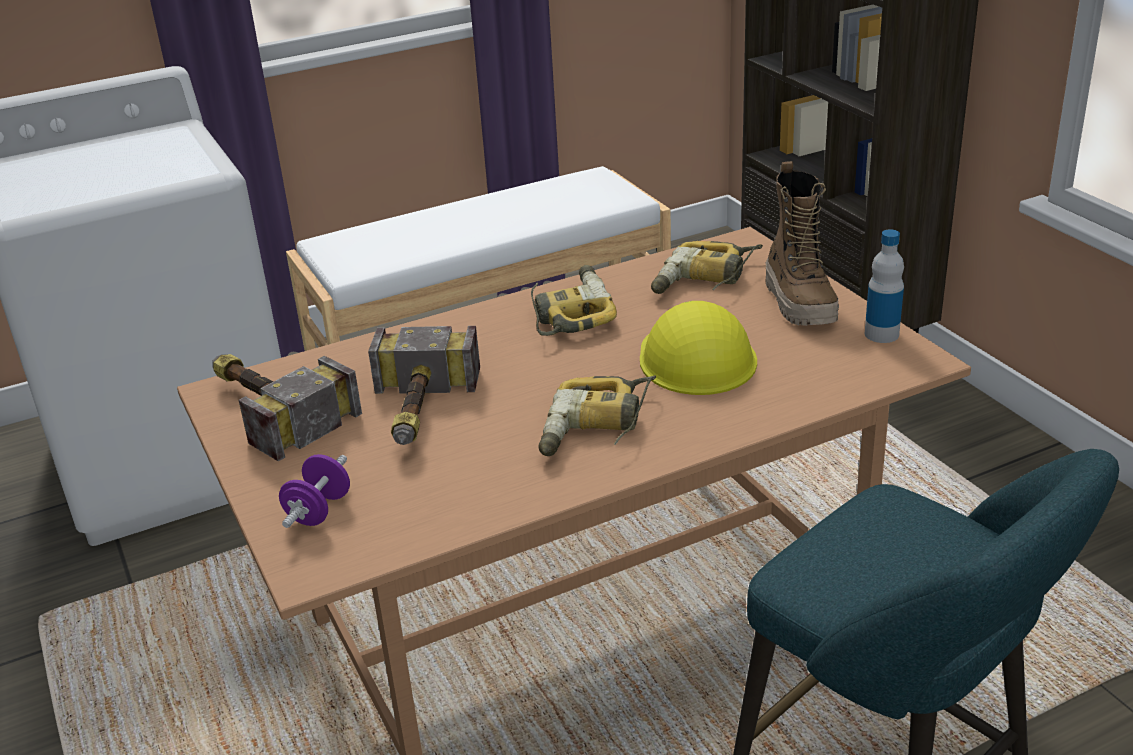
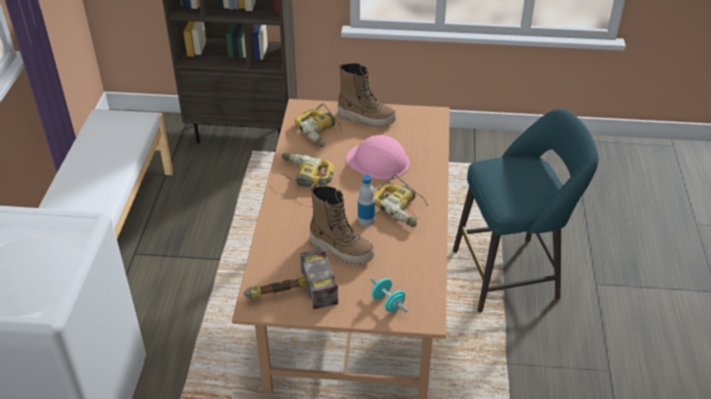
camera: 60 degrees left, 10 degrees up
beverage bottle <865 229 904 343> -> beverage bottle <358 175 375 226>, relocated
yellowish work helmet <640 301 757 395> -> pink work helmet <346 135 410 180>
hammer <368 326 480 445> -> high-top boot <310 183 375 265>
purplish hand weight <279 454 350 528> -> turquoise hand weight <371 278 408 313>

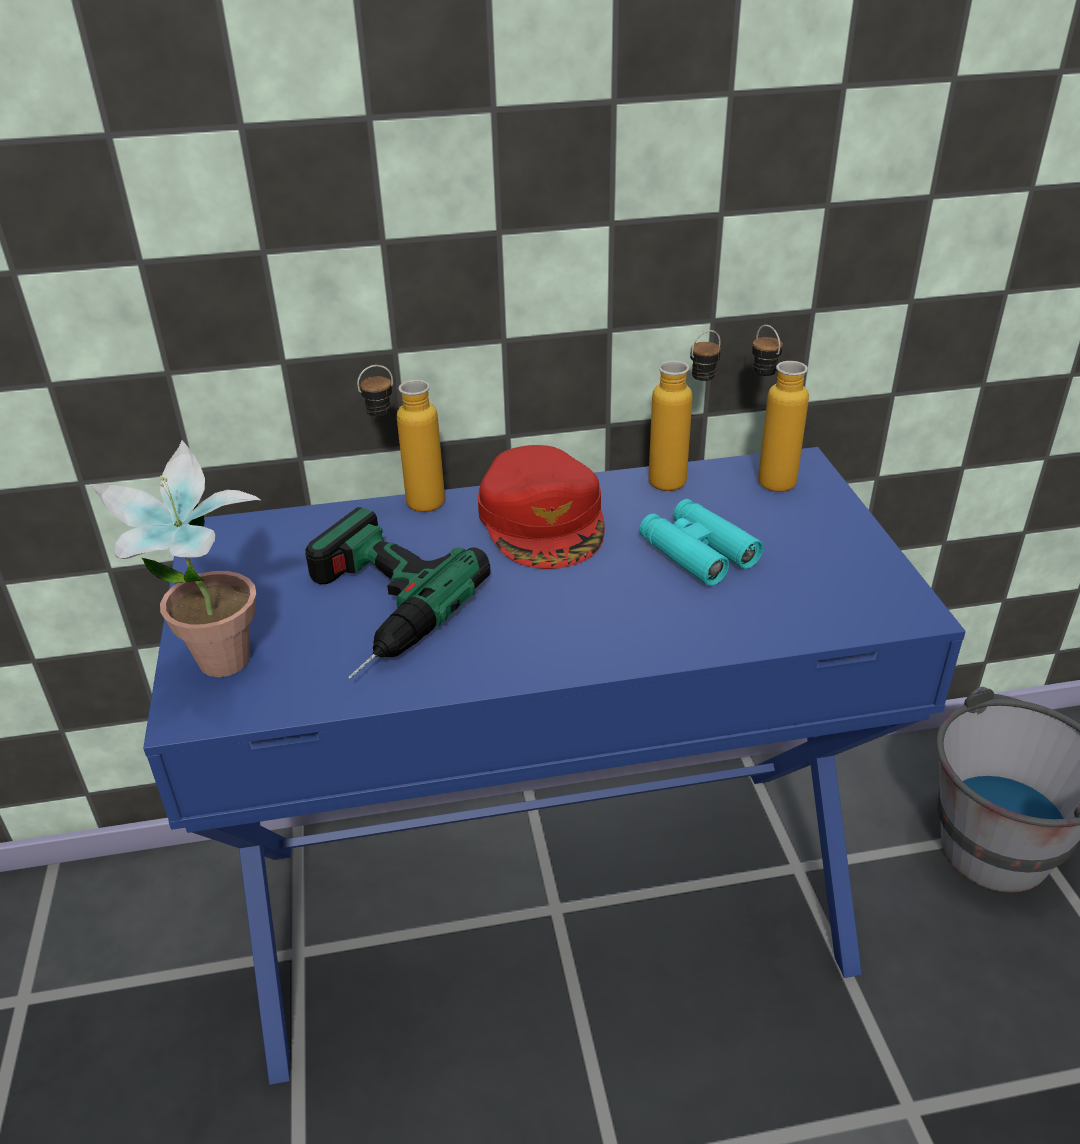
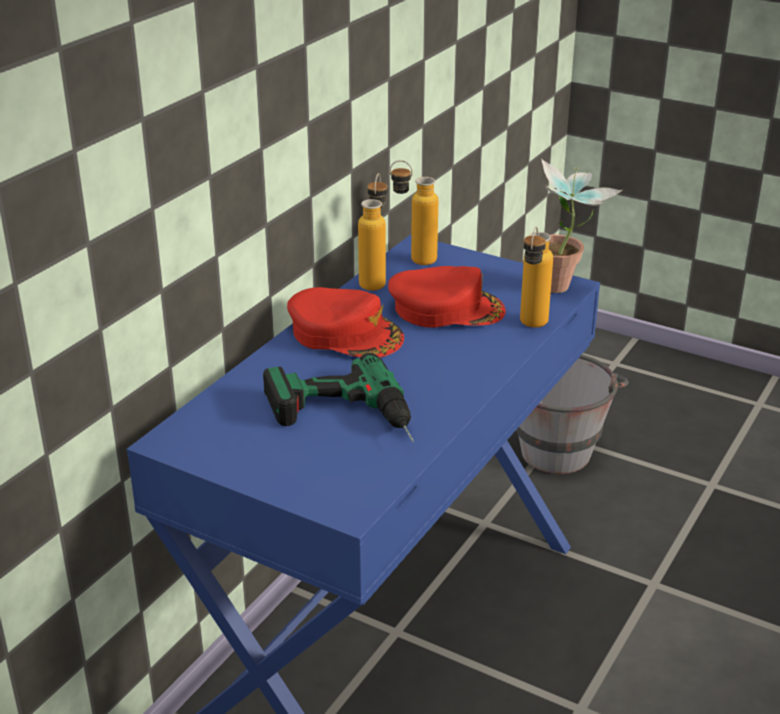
camera: 50 degrees left, 5 degrees down
beverage bottle <357 365 445 512> -> beverage bottle <520 227 553 328>, relocated
potted plant <91 440 262 677> -> potted plant <542 159 622 293>, relocated
turquoise field glasses <639 499 763 586> -> red baseball cap <388 266 506 328>

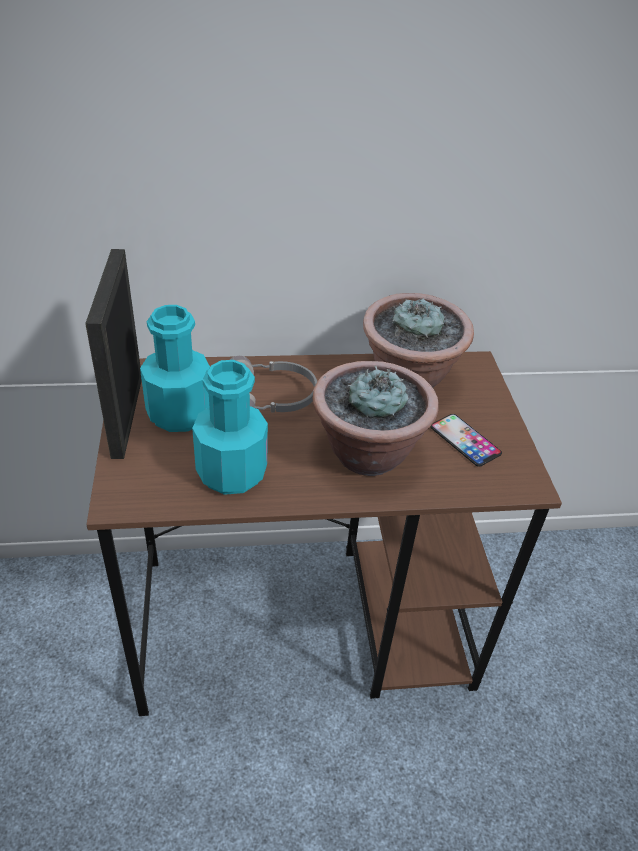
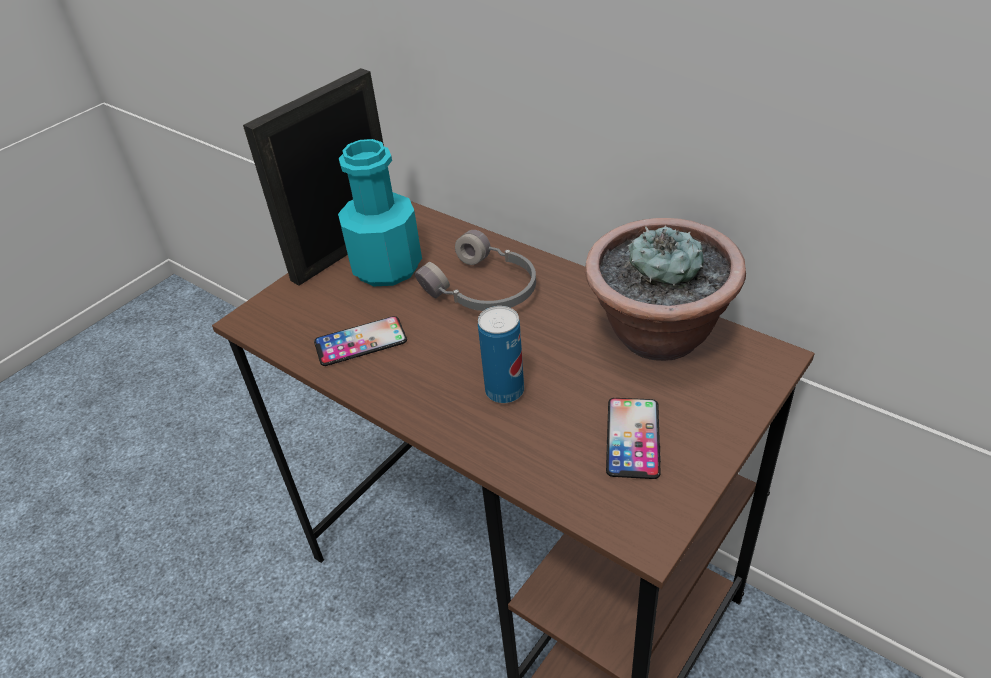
camera: 50 degrees right, 0 degrees up
turquoise beverage bottle <192 360 268 495> -> telephone <314 316 407 366>
potted plant <312 361 439 476> -> sealed can <478 306 524 403>

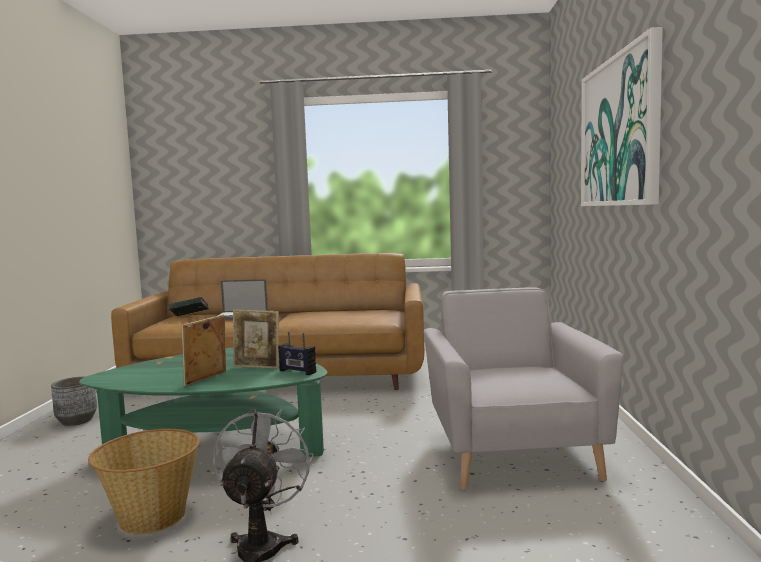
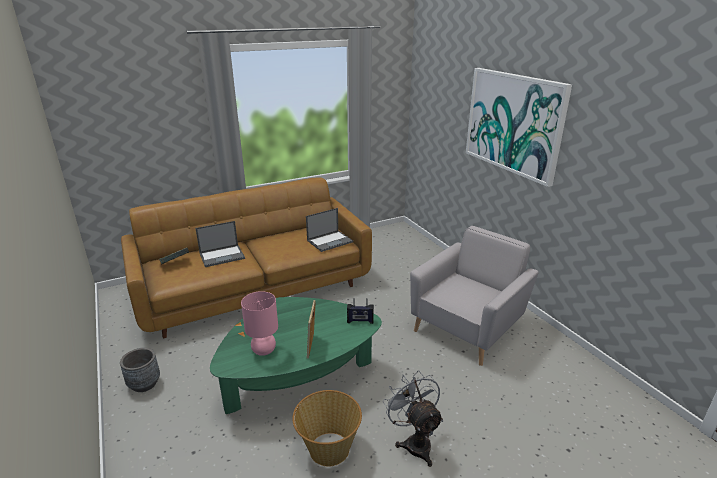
camera: 30 degrees left, 20 degrees up
greyish easy chair <424 287 624 490> -> greyish easy chair <410 226 538 366>, 75 degrees clockwise
photo frame <233 309 279 369> -> none
none -> portable computer <306 208 353 252>
none -> pink lamp for a table <241 291 278 356>

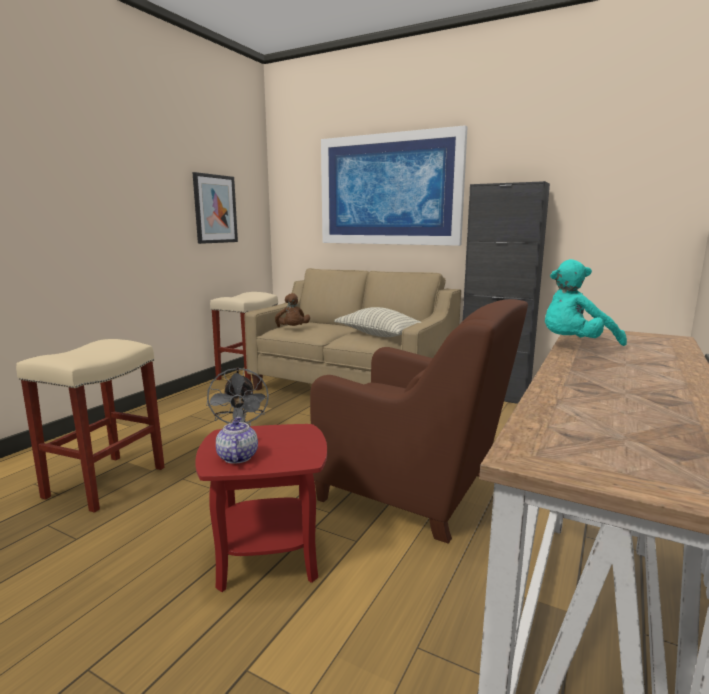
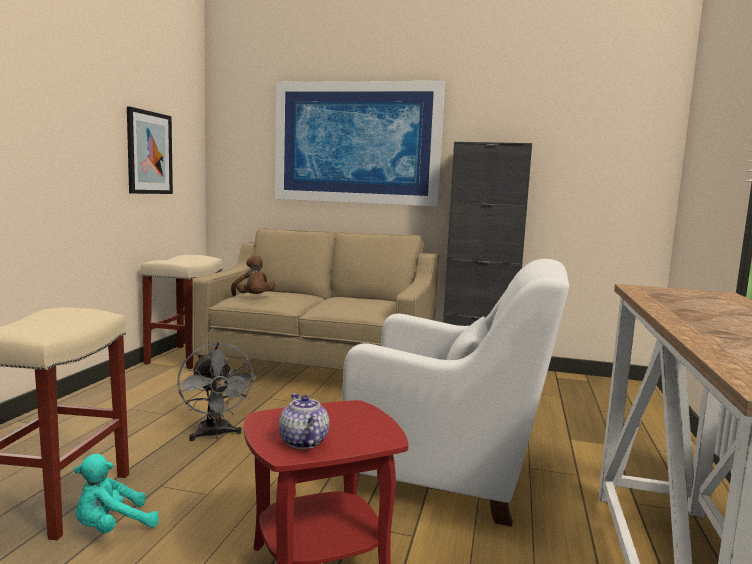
camera: 15 degrees left, 5 degrees down
turquoise plush toy <545 259 627 346> -> turquoise plush toy <74 454 159 533>, relocated
brown easy chair <310 299 528 544> -> white-coloured easy chair <342 259 569 526>
throw pillow <334 307 421 337> -> none

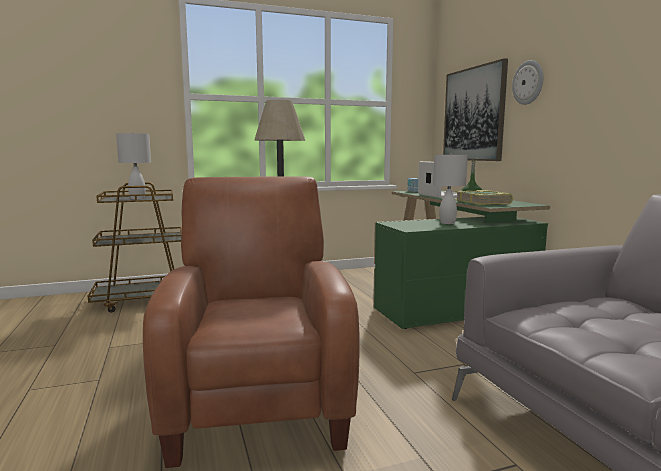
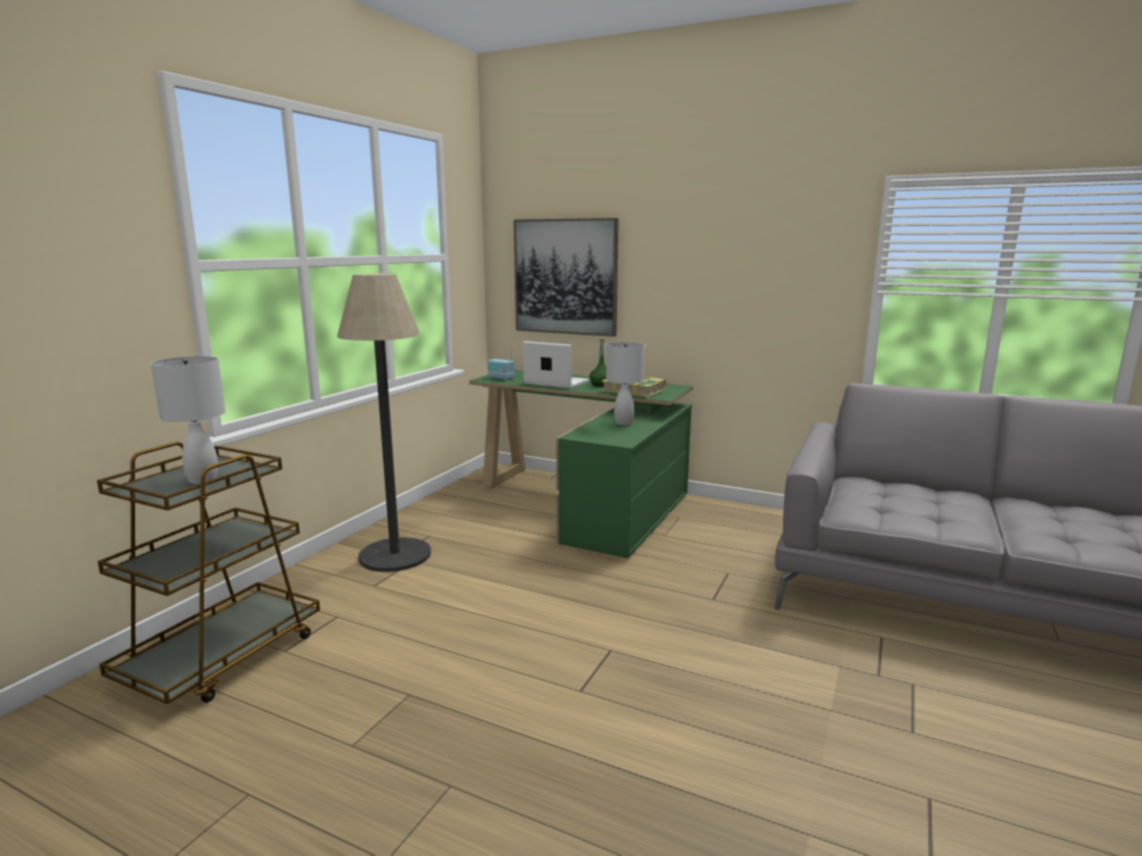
camera: 45 degrees left, 5 degrees up
wall clock <512 60 543 105> -> none
brown easy chair <143 176 360 468> -> none

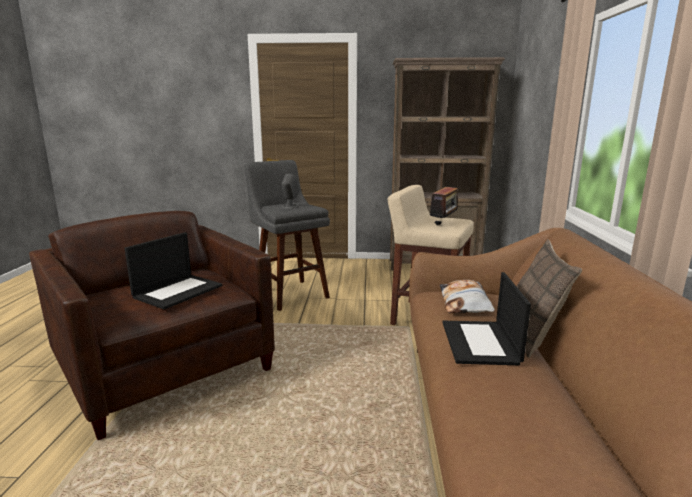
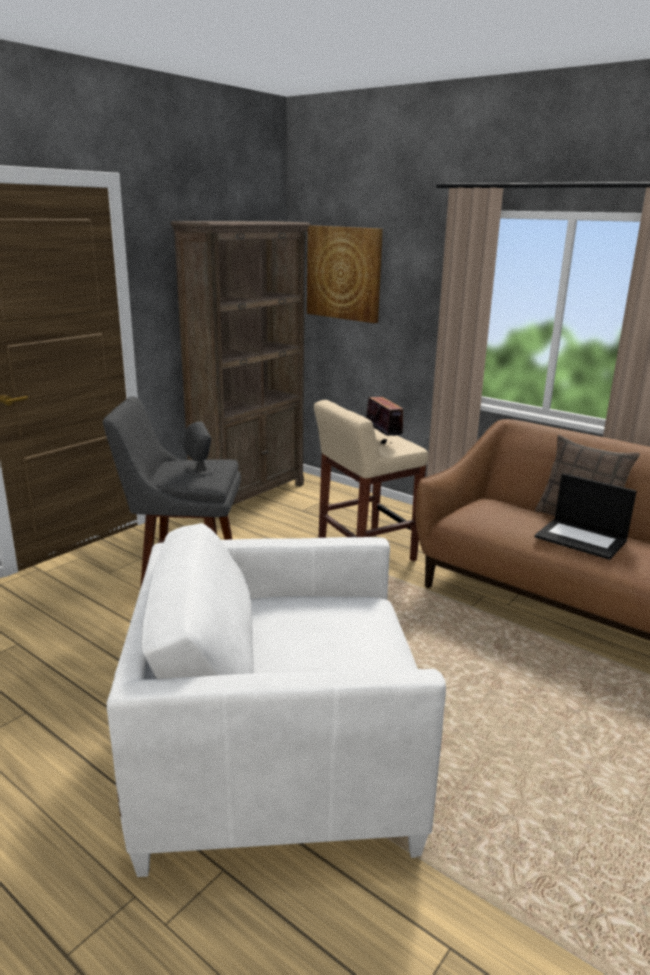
camera: 55 degrees left, 5 degrees up
brown easy chair <29 211 275 440> -> white-coloured easy chair <107 523 446 877>
portable computer <125 232 222 309> -> none
throw pillow <440 280 495 313> -> none
none -> wall picture <307 225 383 323>

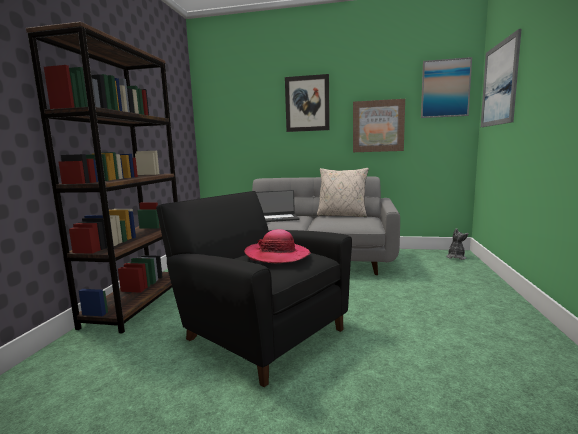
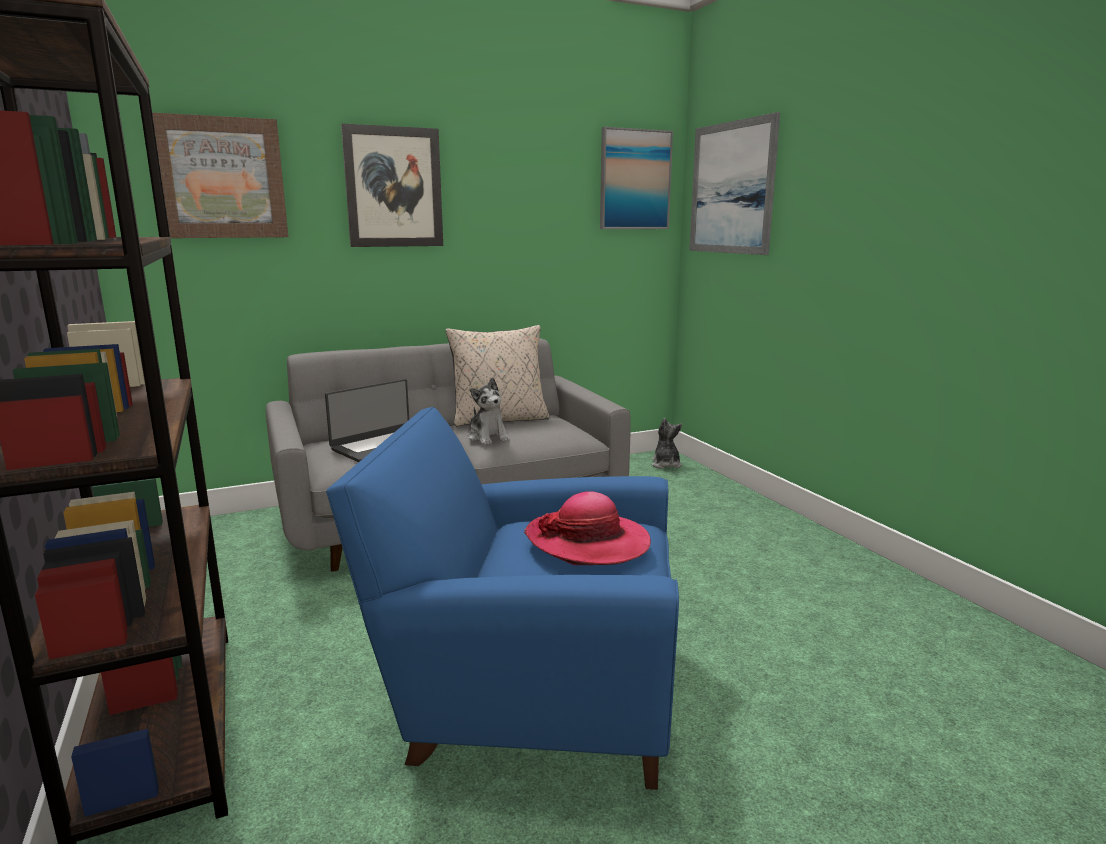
camera: 35 degrees left, 5 degrees up
wall picture <353 99 405 152> -> wall picture <153 113 288 238>, relocated
black-coloured easy chair <156 191 352 387> -> bluish easy chair <326 407 679 790>
none -> plush toy <468 377 510 445>

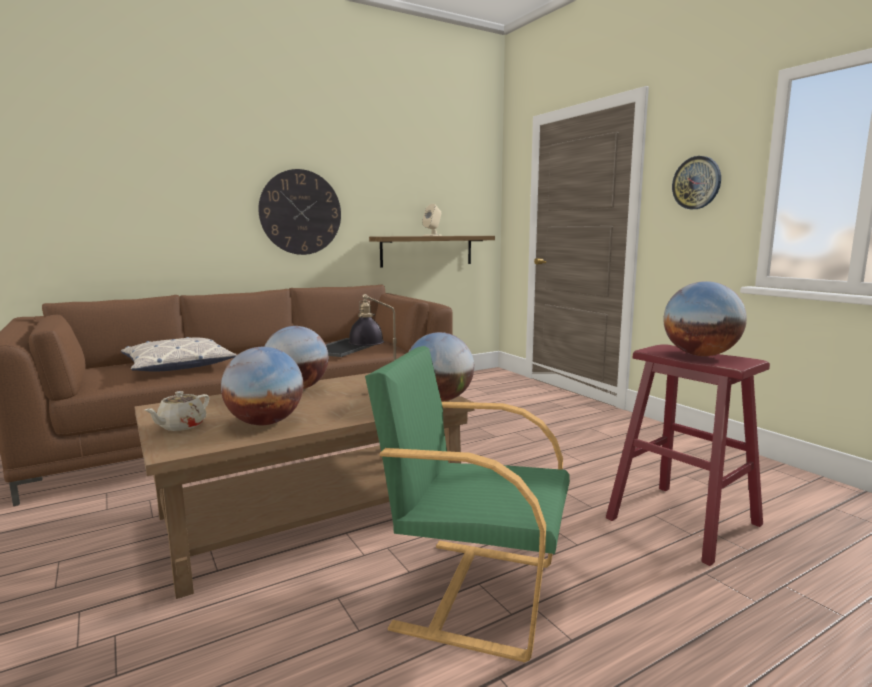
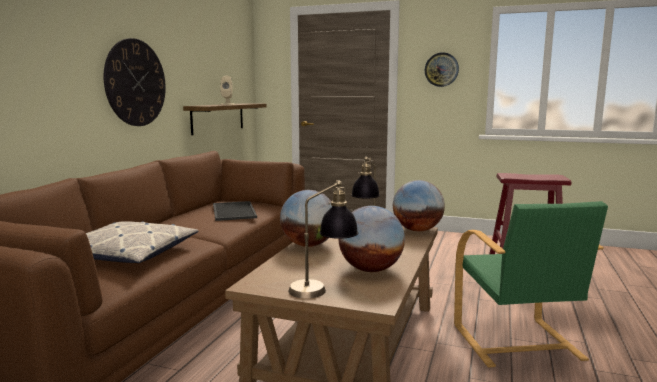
camera: 40 degrees left, 0 degrees up
desk globe <664 281 747 356> -> none
green-coloured easy chair <365 346 570 662> -> green-coloured easy chair <454 201 608 367>, 75 degrees counterclockwise
beige-coloured tea pot <145 391 209 431> -> lamp for a table <288 180 358 299>

